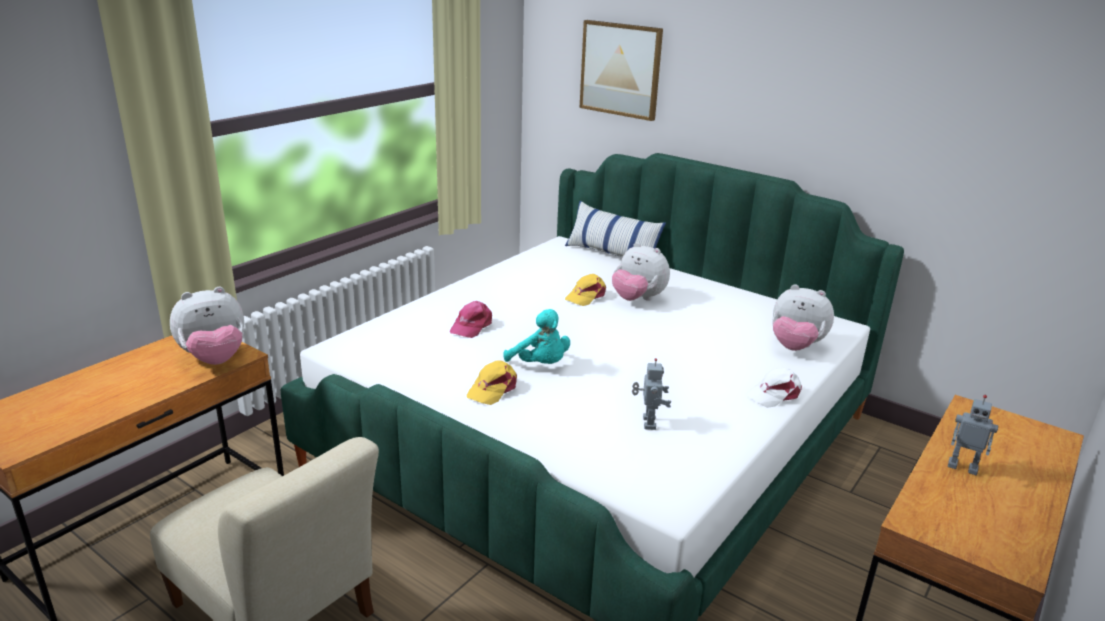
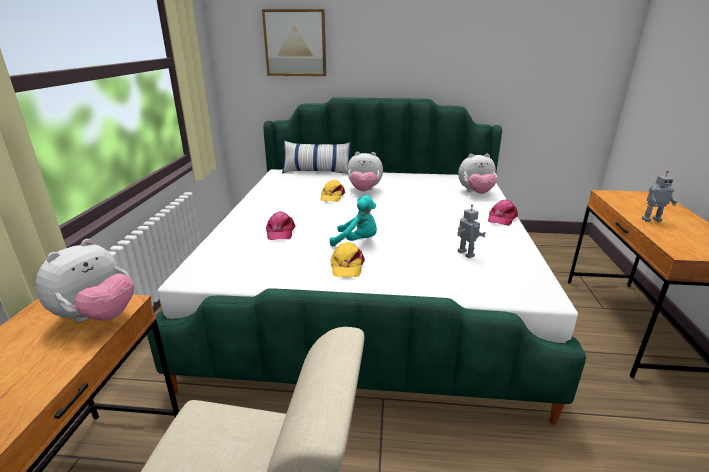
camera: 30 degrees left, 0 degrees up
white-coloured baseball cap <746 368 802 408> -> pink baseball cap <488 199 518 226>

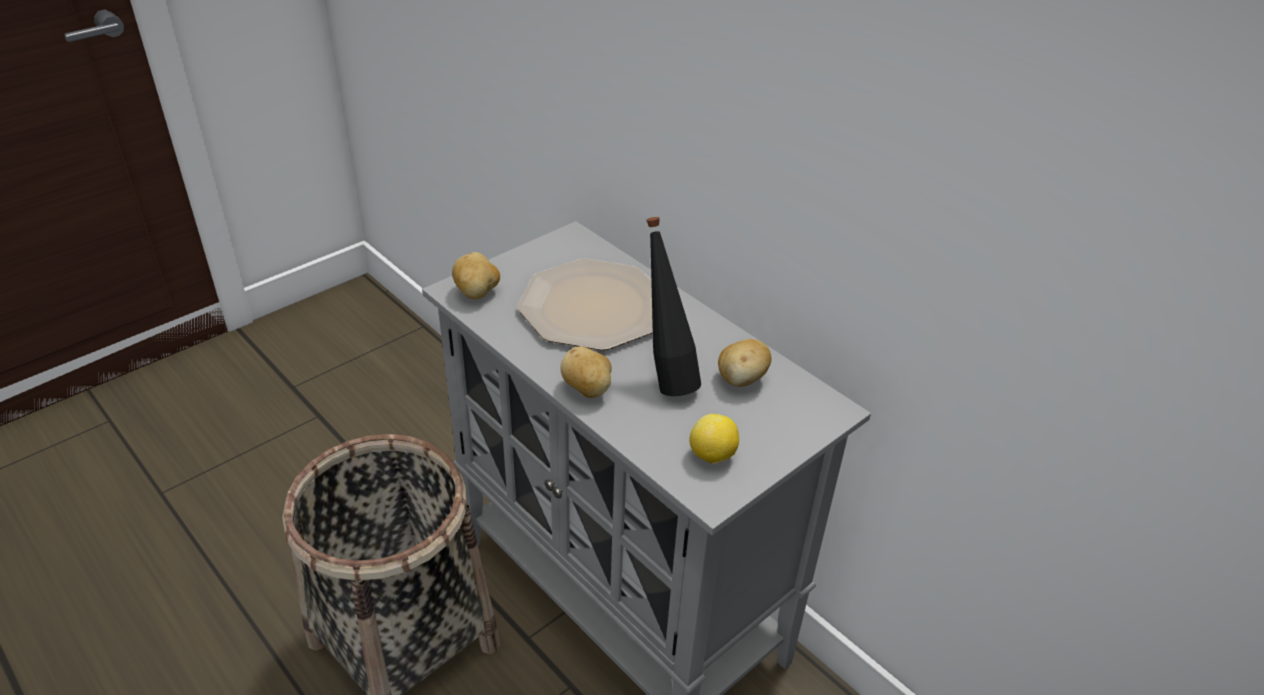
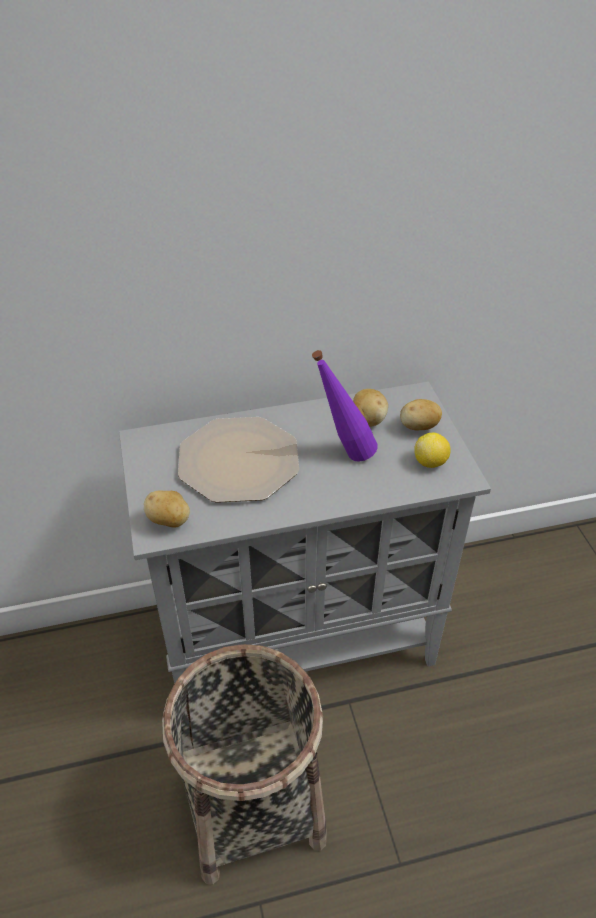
camera: 60 degrees left, 5 degrees up
black-coloured beverage bottle <646 217 701 396> -> purplish beverage bottle <312 350 378 461>
whole potato <560 346 612 398> -> whole potato <400 399 442 430>, relocated

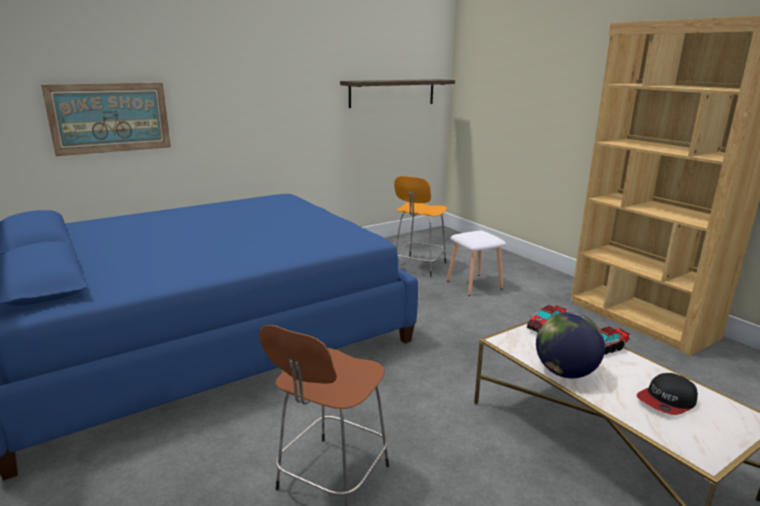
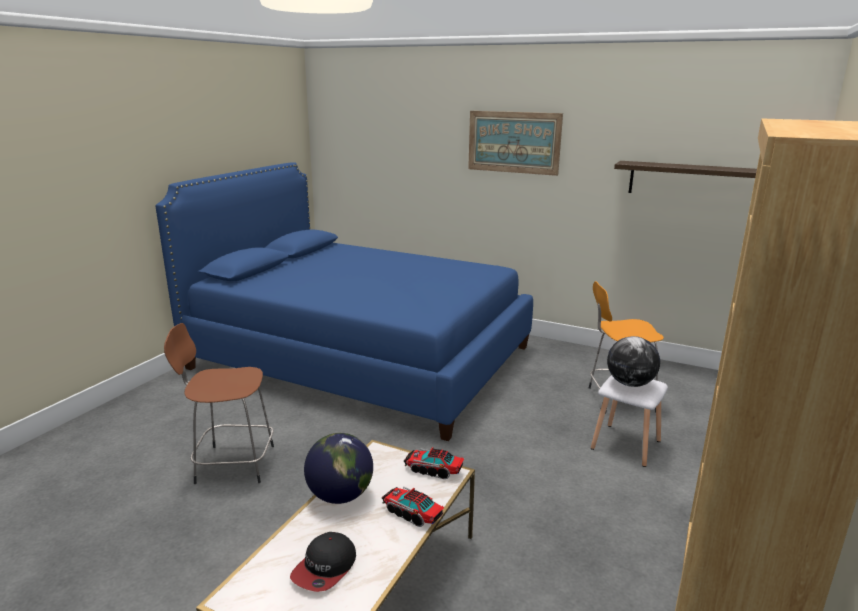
camera: 60 degrees right, 0 degrees up
wall picture <41 83 171 156> -> wall picture <468 111 563 176>, relocated
baseball cap <637 373 698 415> -> baseball cap <290 532 356 592>, 90 degrees counterclockwise
none -> desk globe <607 336 660 387>

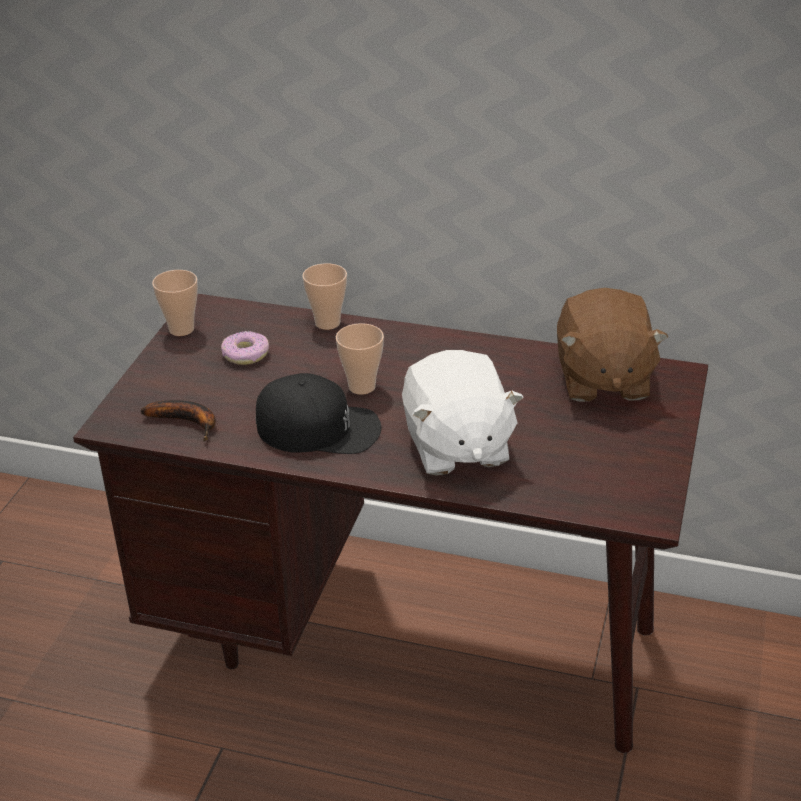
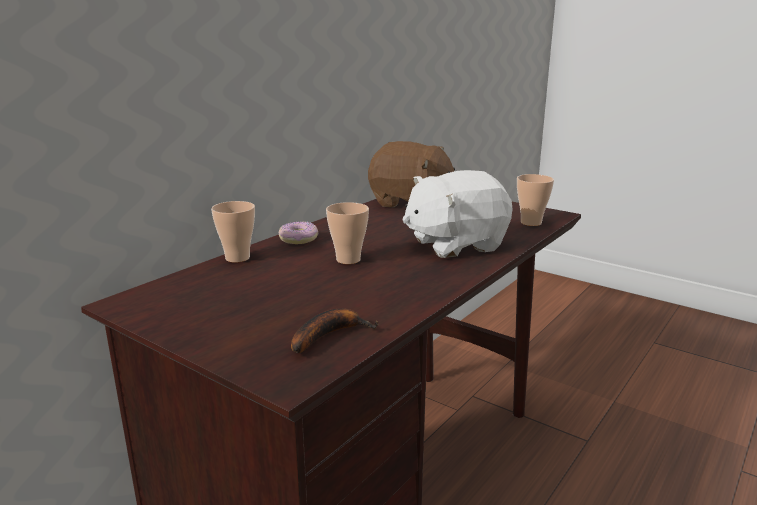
camera: 70 degrees left, 15 degrees down
cup <152 270 198 336> -> cup <517 174 554 226>, relocated
ring doughnut <221 331 269 365> -> ring doughnut <278 221 319 244>, relocated
white-coloured plush toy <402 350 524 476> -> white-coloured plush toy <402 170 513 258>, 150 degrees clockwise
black-coloured baseball cap <256 373 381 454> -> none

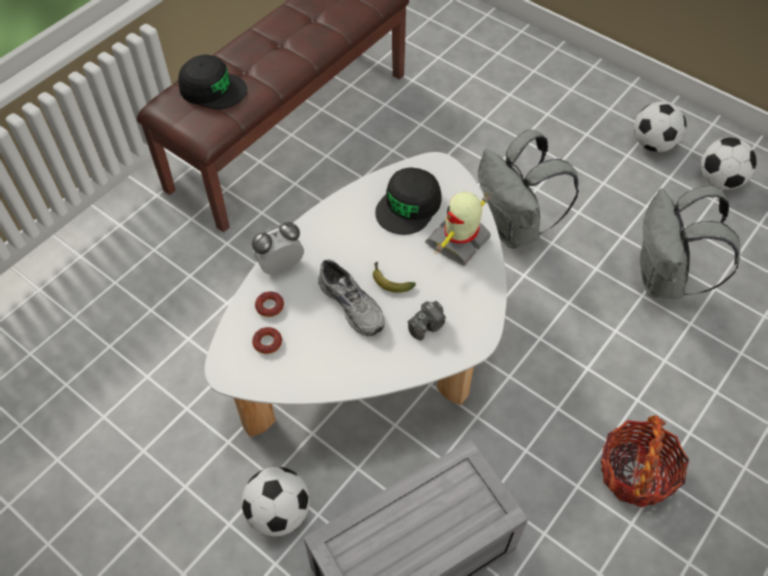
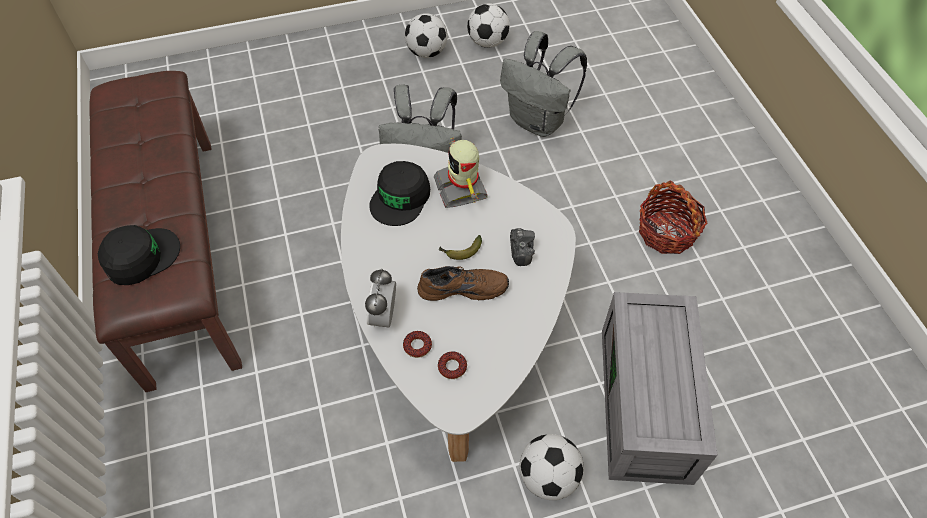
camera: 55 degrees left, 0 degrees up
black-coloured baseball cap <375 167 442 235> -> black-coloured baseball cap <369 161 430 226>, 45 degrees clockwise
greyish low shoe <318 259 385 336> -> brown low shoe <417 266 509 301>

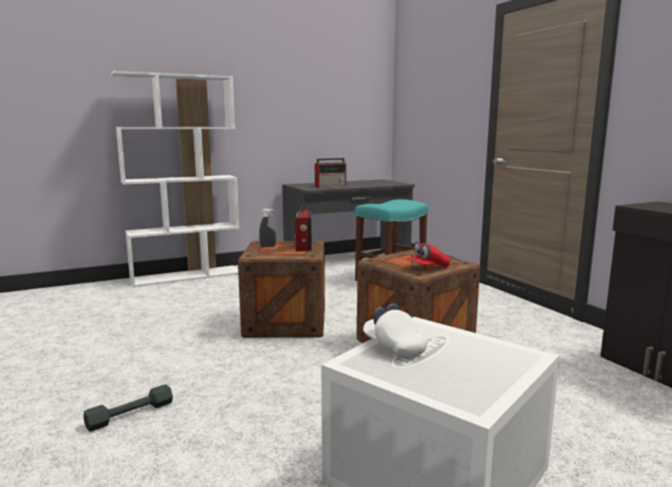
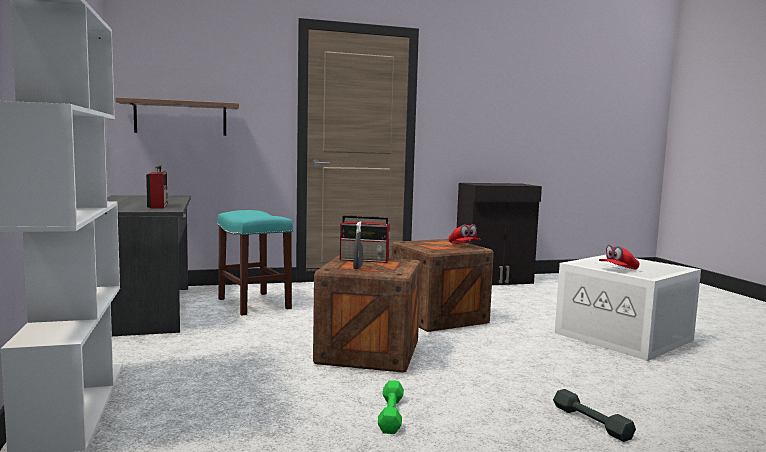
camera: 80 degrees left, 5 degrees down
white-coloured baseball cap <363 303 427 359> -> red baseball cap <599 244 640 270>
none -> bracket shelf <116 97 239 136>
none -> green-coloured hand weight <378 380 404 434>

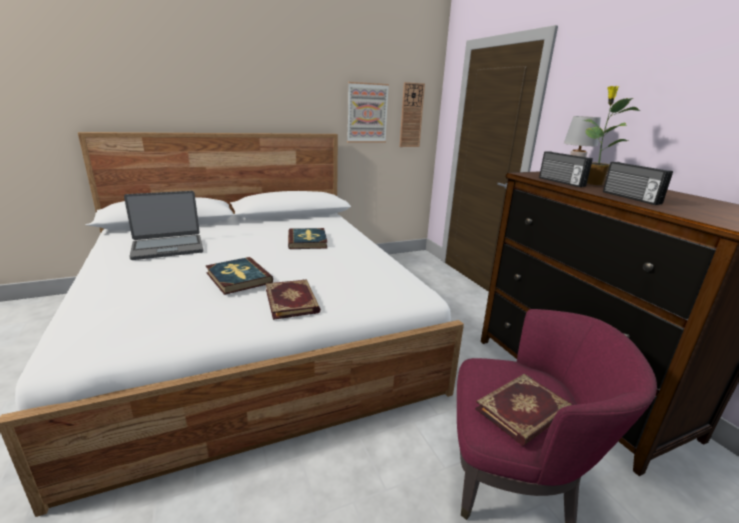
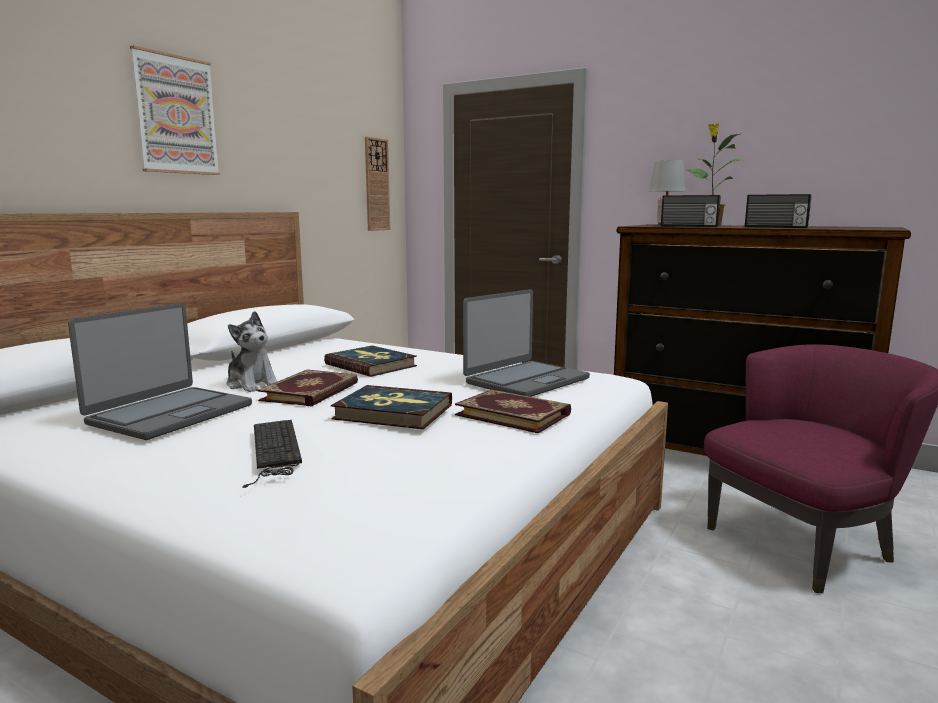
camera: 35 degrees left, 10 degrees down
wall picture <347 82 389 143> -> wall picture <130 45 220 175>, relocated
volume <475 374 572 446> -> volume <258 369 358 406>, relocated
none -> portable computer <463 289 590 397>
none -> plush toy <227 311 278 392>
none -> keyboard <242 420 302 488>

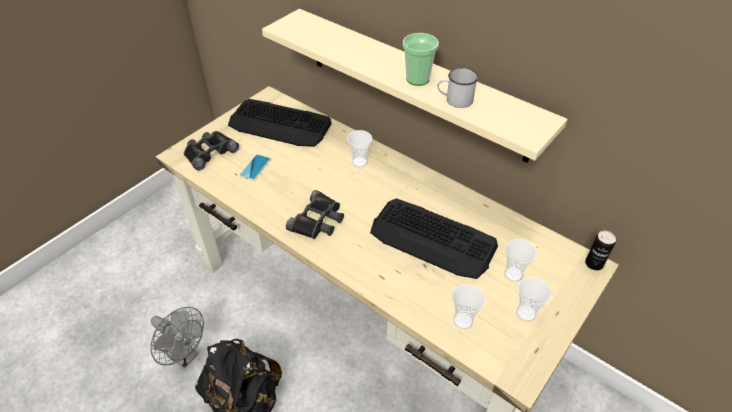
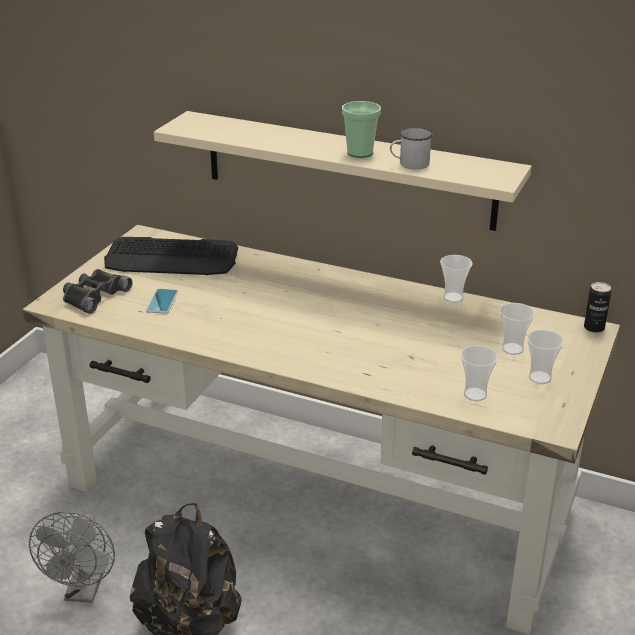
camera: 15 degrees left, 15 degrees down
cup <347 130 372 167> -> cup <440 255 472 303>, relocated
black-coloured field glasses <286 190 344 239> -> none
keyboard <370 198 498 279> -> none
greyish electric fan <151 307 204 369> -> greyish electric fan <29 512 115 603>, 75 degrees clockwise

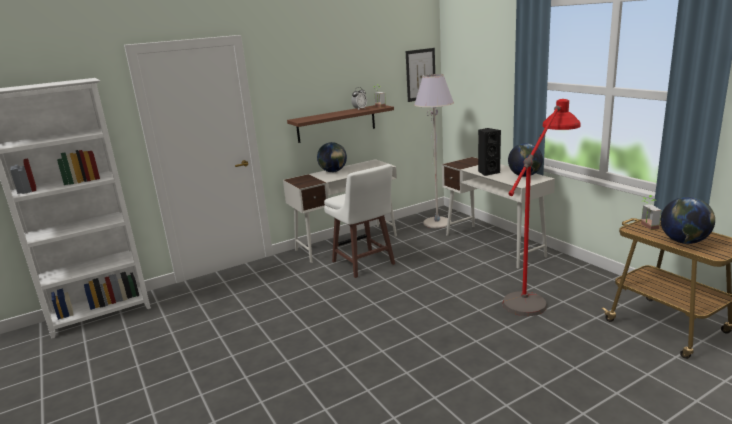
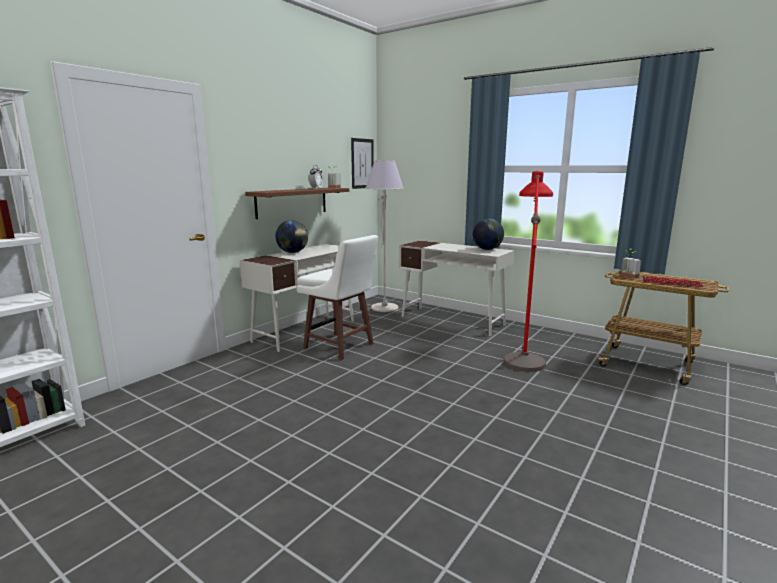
camera: 25 degrees left, 5 degrees down
black-coloured loudspeaker <478 128 501 176> -> none
desk globe <661 197 715 244> -> keyboard <643 276 703 287>

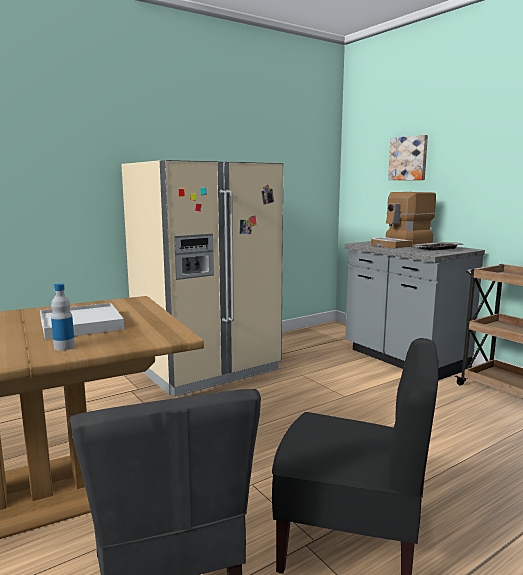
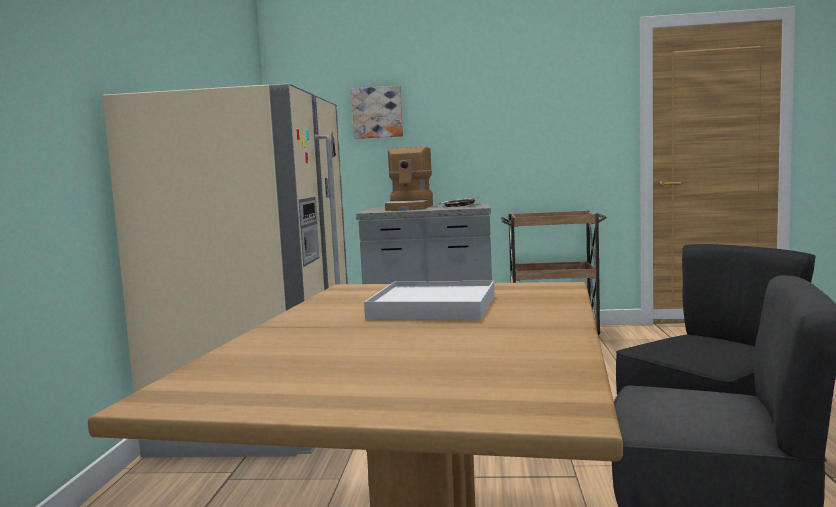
camera: 50 degrees left, 5 degrees down
beverage bottle <51 283 75 351> -> none

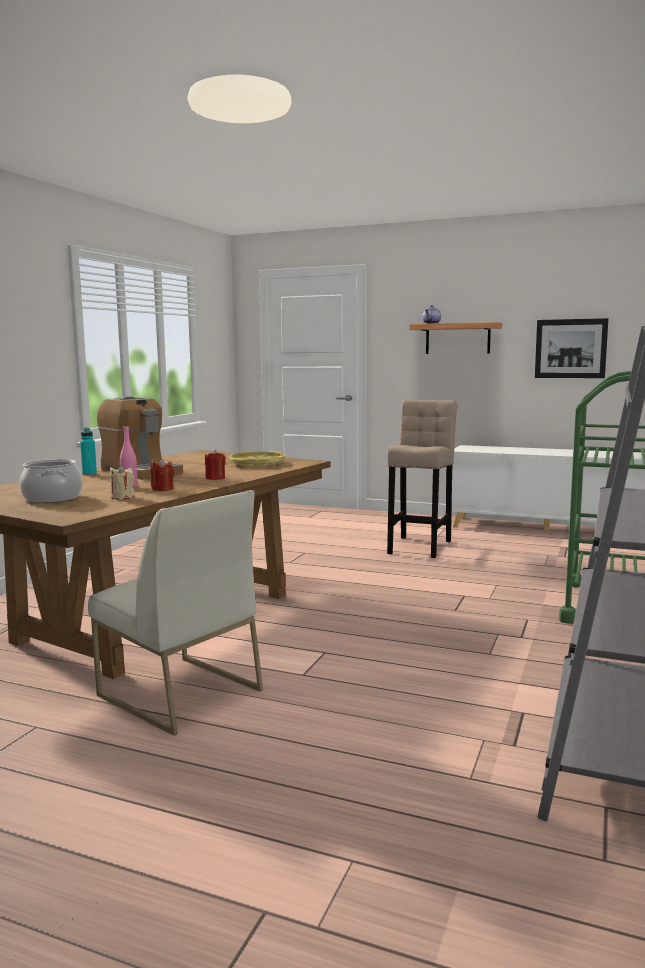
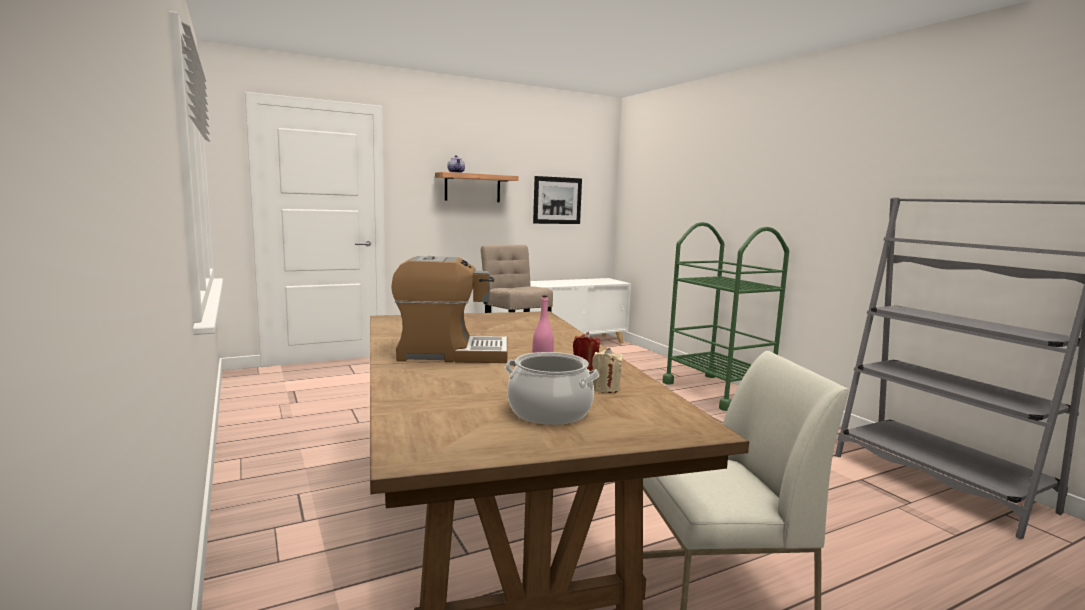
camera: 50 degrees left, 0 degrees up
turquoise beverage bottle <80 428 97 476> -> none
red wax candle <205 450 226 480> -> none
yellowish serving tray <229 451 285 467> -> none

